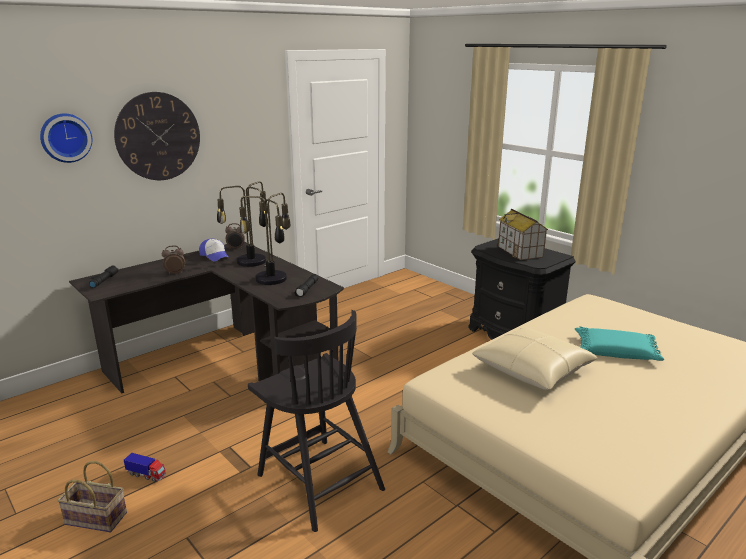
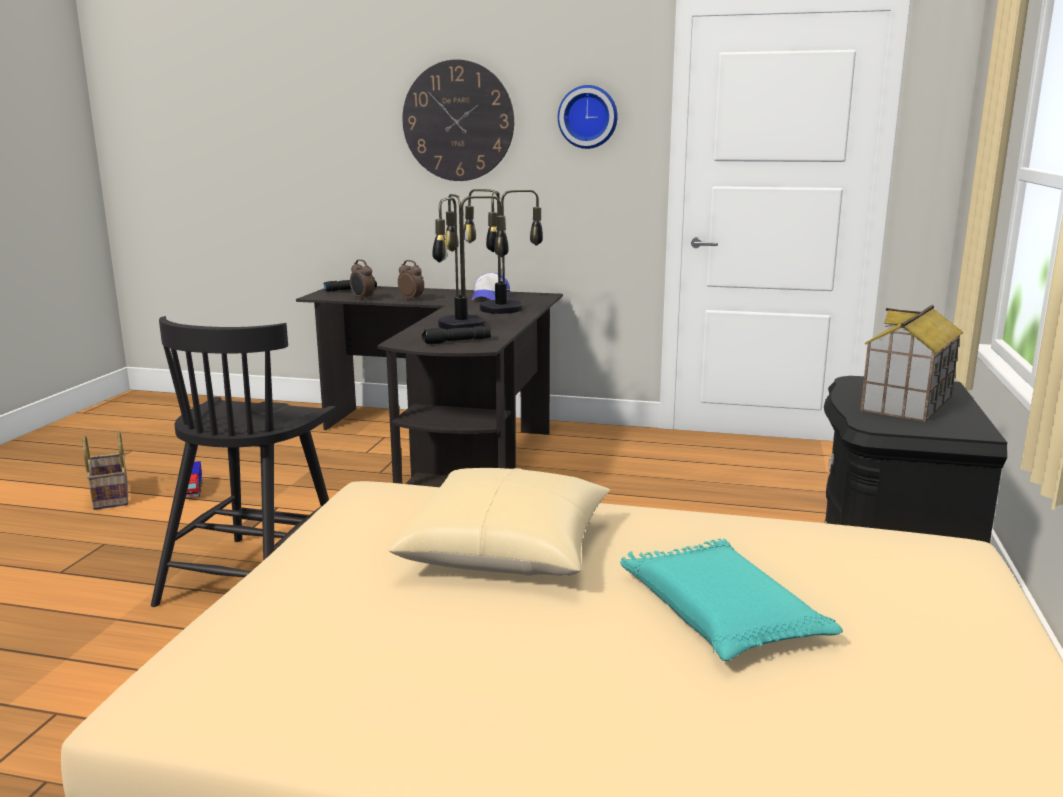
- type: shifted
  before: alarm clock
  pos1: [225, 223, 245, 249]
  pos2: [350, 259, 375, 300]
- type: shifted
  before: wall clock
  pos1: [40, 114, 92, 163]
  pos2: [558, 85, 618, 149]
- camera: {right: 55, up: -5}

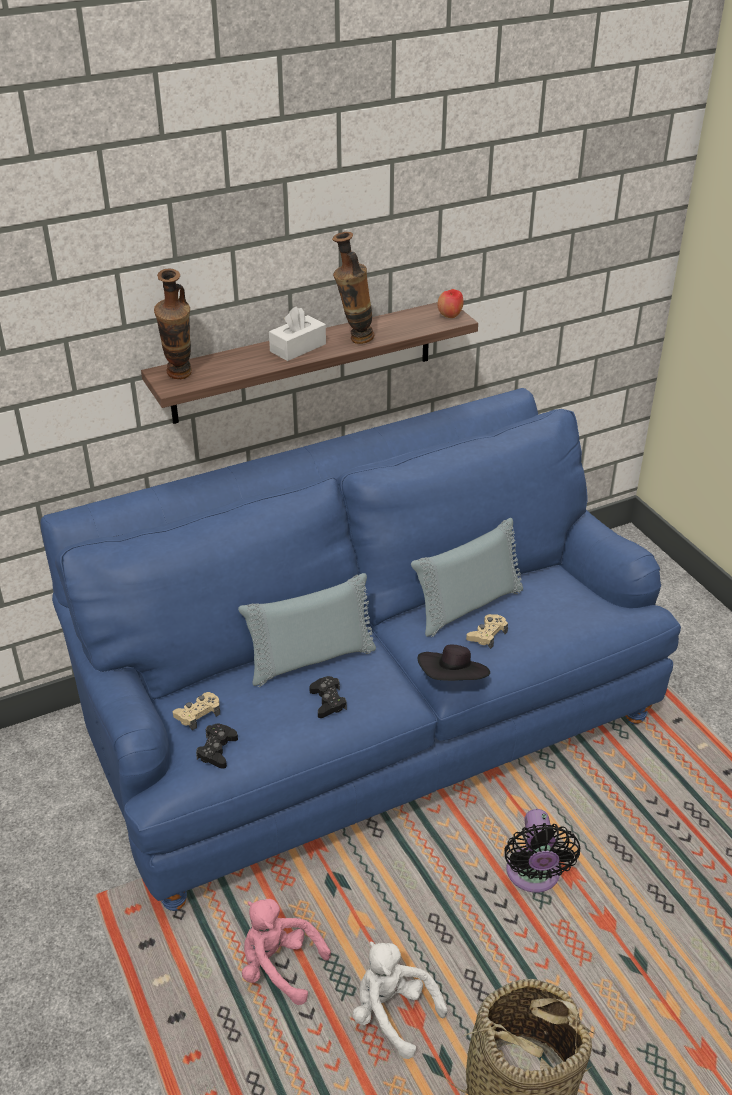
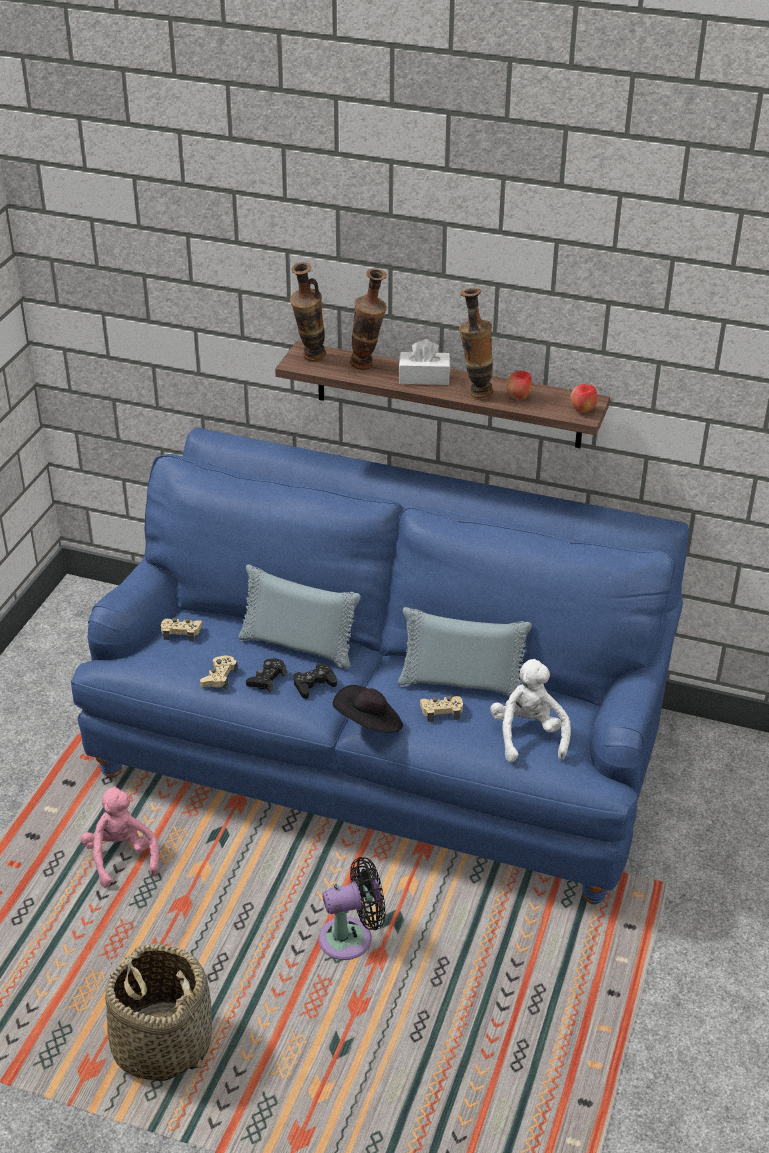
- type: new
  after: game controller/beige
  pos2: [200, 655, 238, 689]
- type: shifted
  before: game controller/black
  pos1: [196, 724, 238, 769]
  pos2: [294, 663, 337, 699]
- type: rotated
  before: fan/black
  pos1: [504, 809, 580, 893]
  pos2: [319, 857, 386, 960]
  turn: -150
- type: new
  after: vase
  pos2: [350, 269, 387, 370]
- type: shifted
  before: plush toy/white
  pos1: [353, 941, 448, 1059]
  pos2: [490, 659, 571, 762]
- type: new
  after: apple
  pos2: [506, 370, 532, 400]
- camera: {right: 45, up: 0}

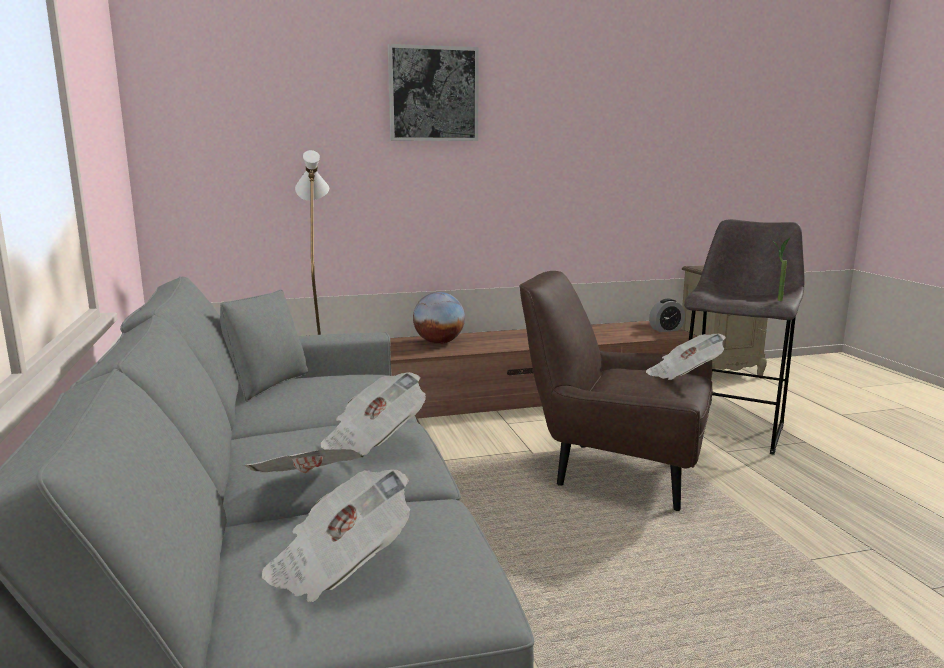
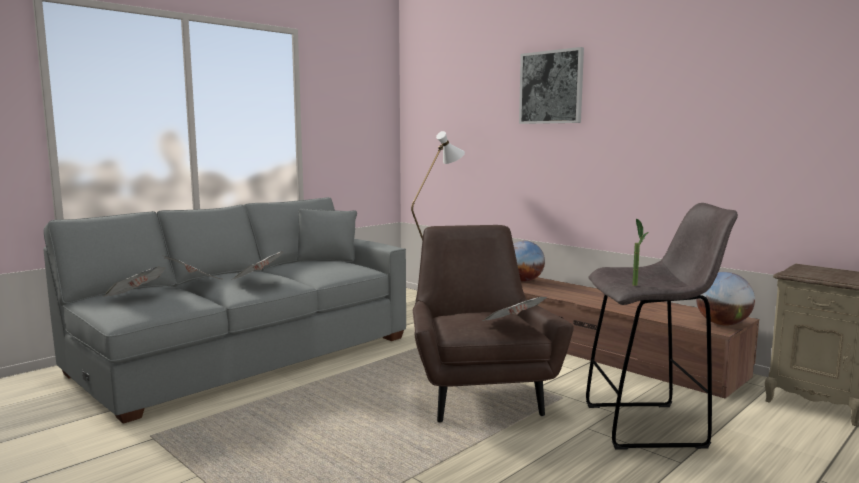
- type: swapped
  before: alarm clock
  after: globe
  pos1: [649, 299, 685, 332]
  pos2: [696, 272, 755, 326]
- camera: {right: 60, up: -5}

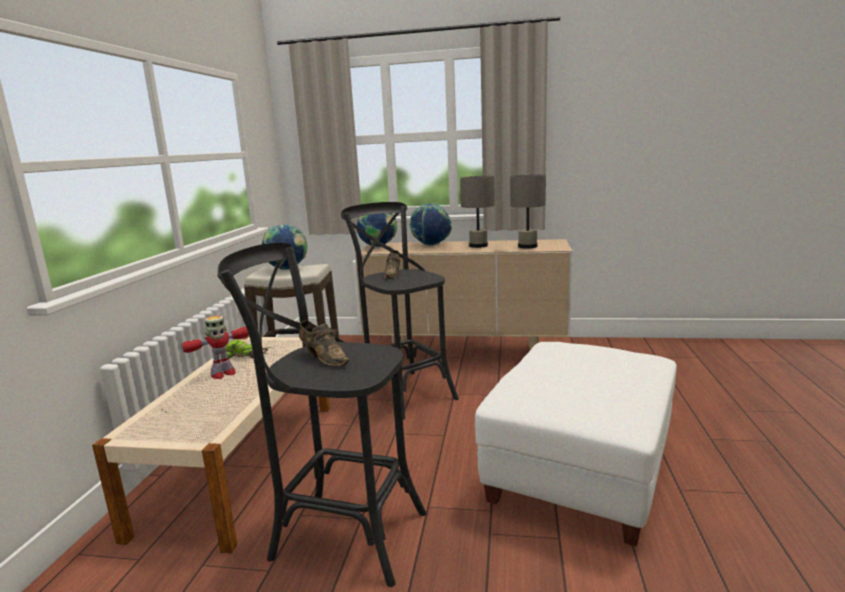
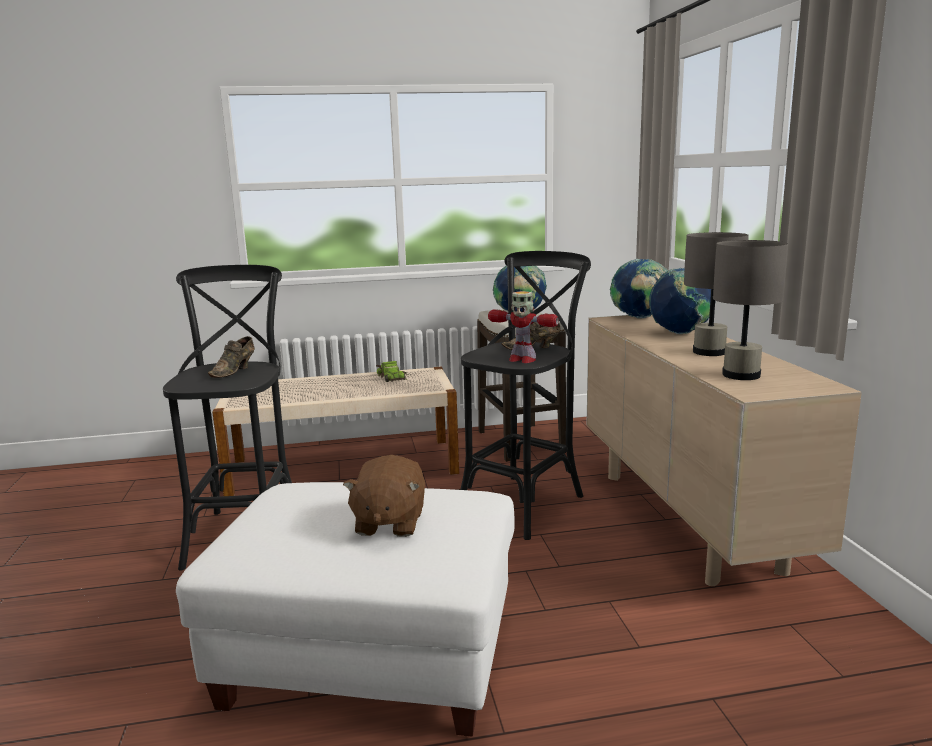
- type: new
  after: plush toy/brown
  pos2: [343, 455, 425, 537]
- type: shifted
  before: toy robot
  pos1: [181, 315, 249, 379]
  pos2: [488, 291, 559, 363]
- camera: {right: 70, up: 0}

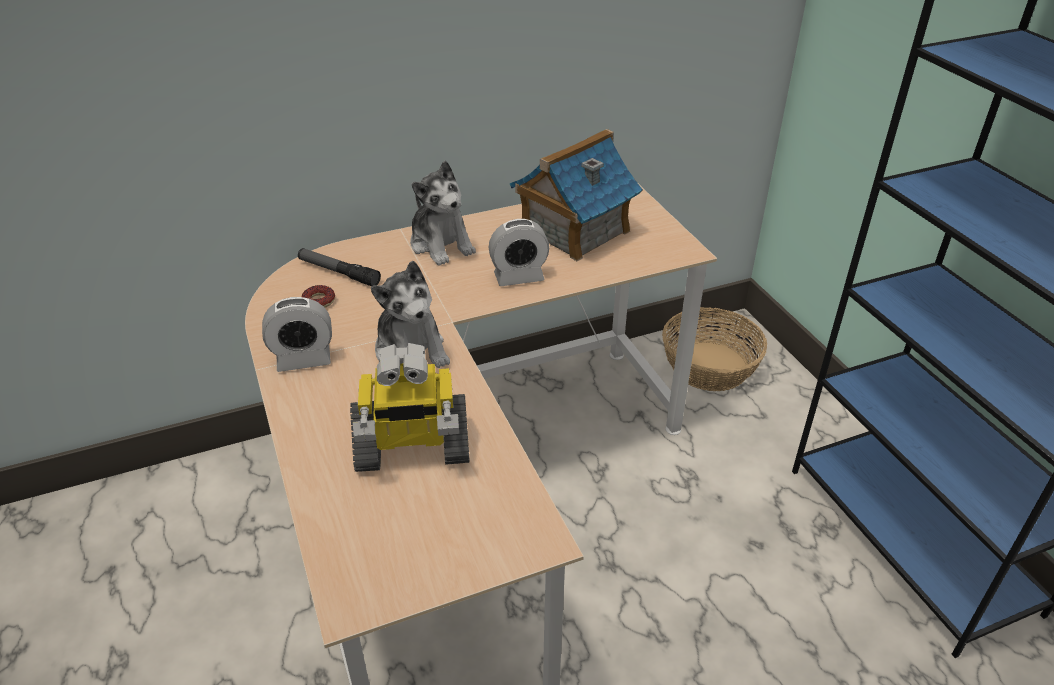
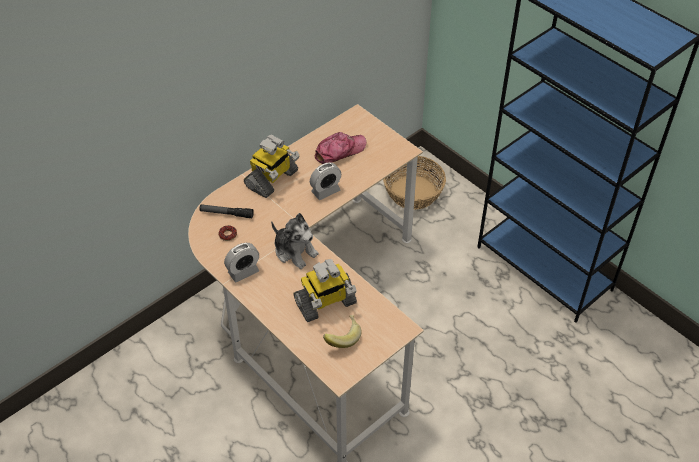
- type: swapped
  before: plush toy
  after: toy robot
  pos1: [410, 161, 476, 266]
  pos2: [244, 134, 300, 198]
- type: swapped
  before: toy house
  after: cap
  pos1: [510, 129, 643, 261]
  pos2: [314, 132, 366, 164]
- type: new
  after: banana
  pos2: [323, 315, 362, 348]
- camera: {right: -20, up: 10}

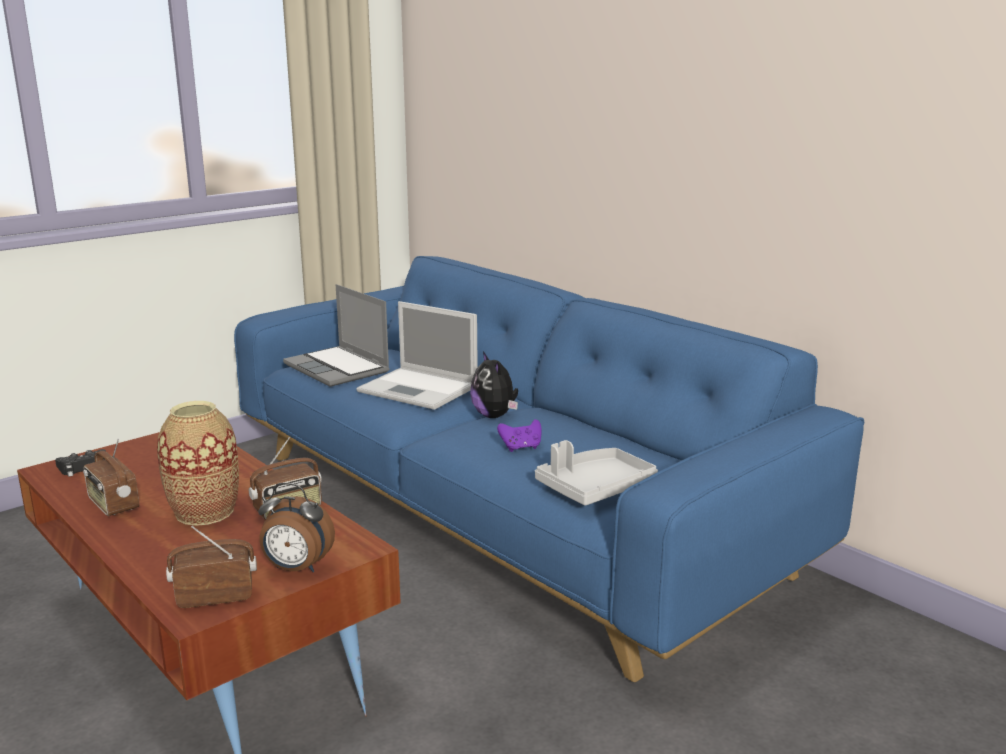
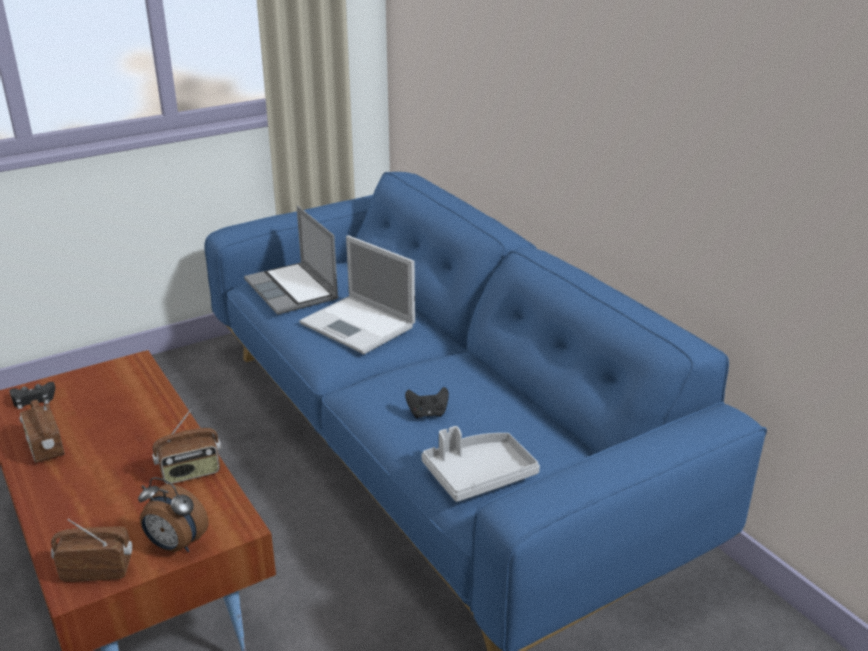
- type: repainted
  before: game controller/purple
  after: game controller/black
  pos1: [497, 419, 542, 452]
  pos2: [405, 387, 449, 418]
- type: gone
  before: vase
  pos1: [157, 401, 239, 526]
- type: gone
  before: plush toy
  pos1: [470, 351, 518, 418]
- camera: {right: 10, up: 10}

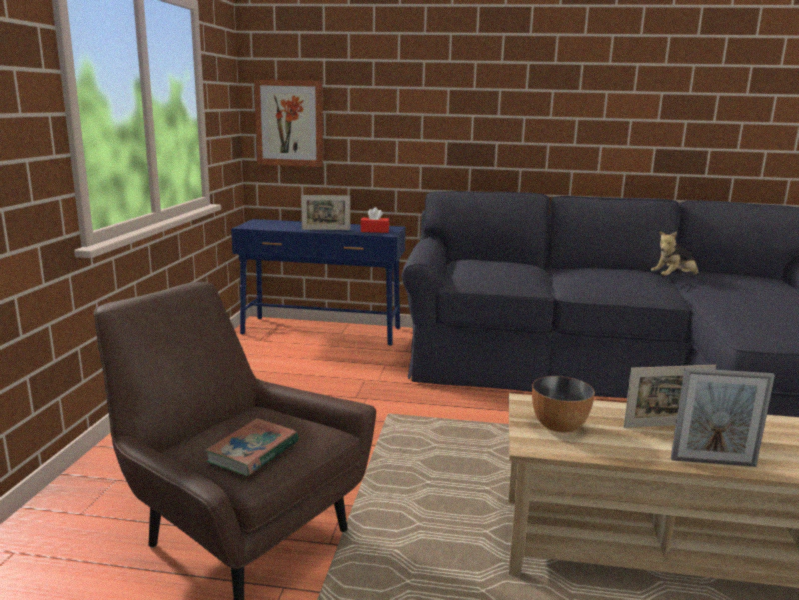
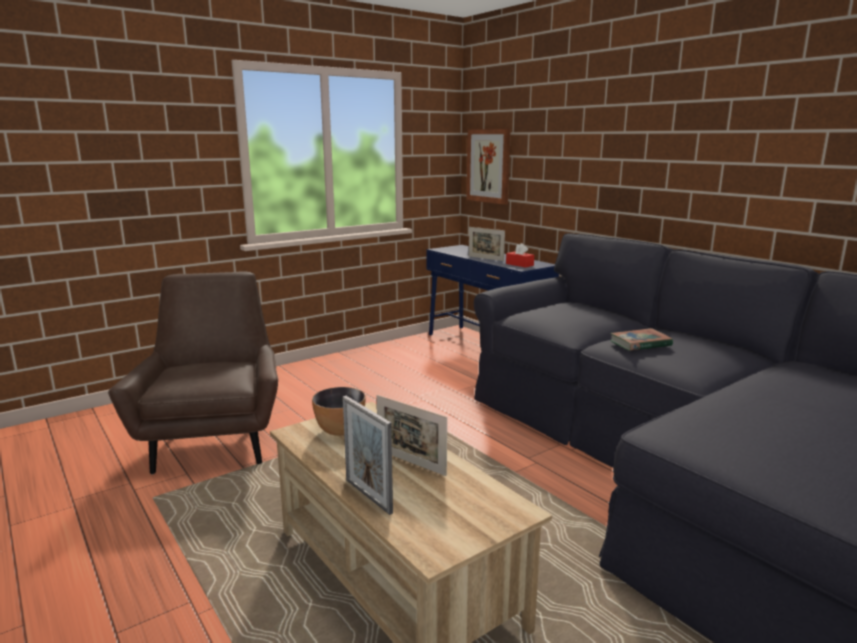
- type: shifted
  before: book
  pos1: [205, 418, 299, 476]
  pos2: [610, 328, 673, 351]
- type: gone
  before: plush toy
  pos1: [651, 231, 699, 276]
- camera: {right: 45, up: 0}

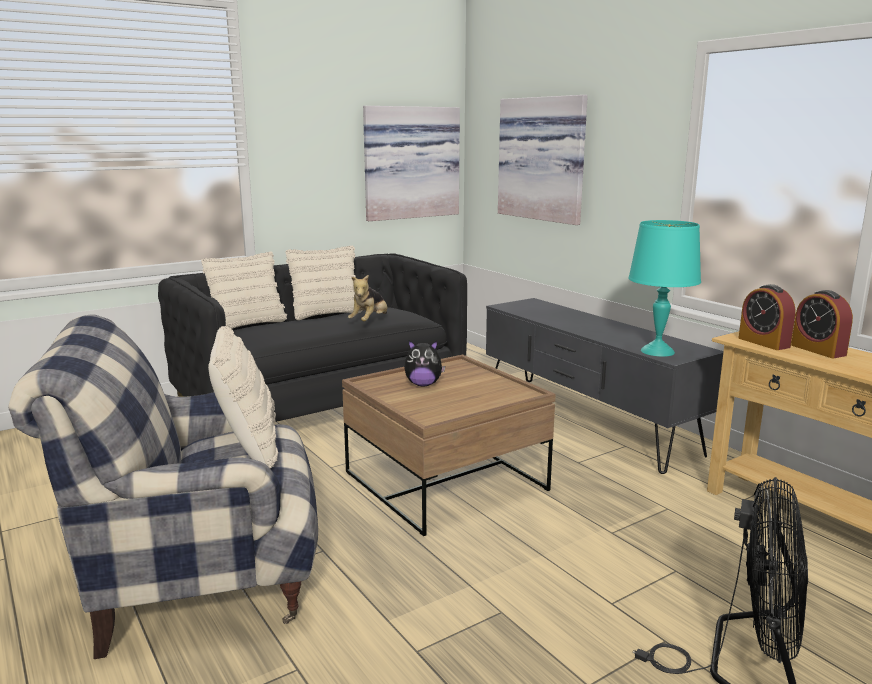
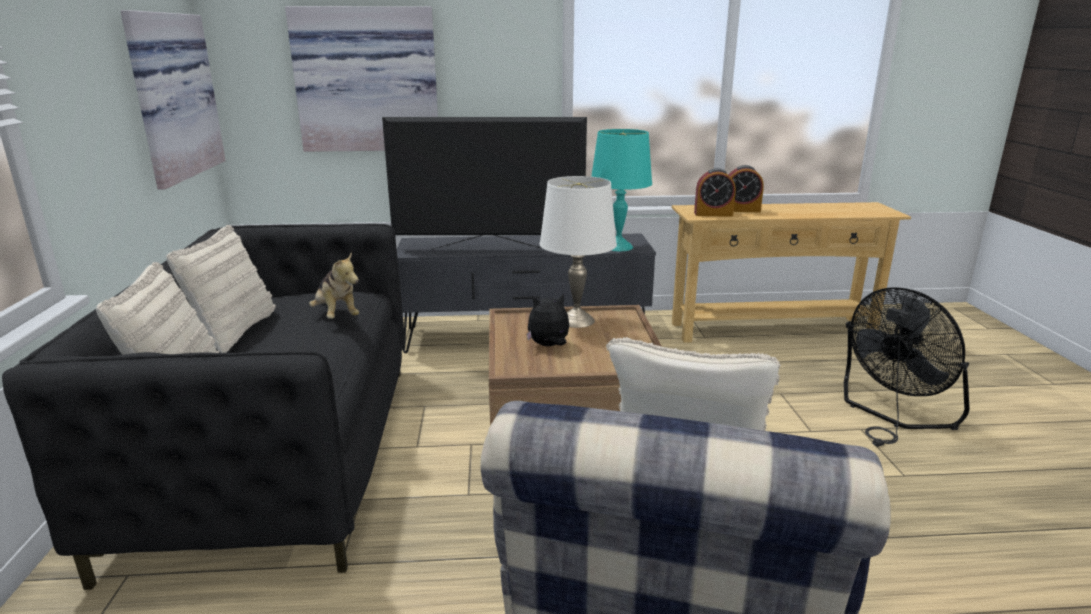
- type: new
  after: television
  pos2: [382, 117, 587, 250]
- type: rotated
  before: plush toy
  pos1: [404, 341, 445, 386]
  pos2: [527, 293, 569, 346]
  turn: -135
- type: new
  after: table lamp/white
  pos2: [540, 176, 617, 328]
- camera: {right: -60, up: 5}

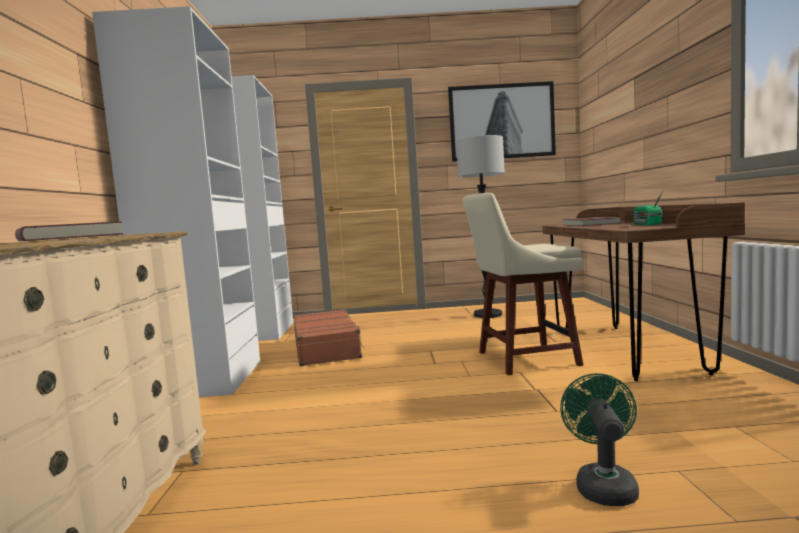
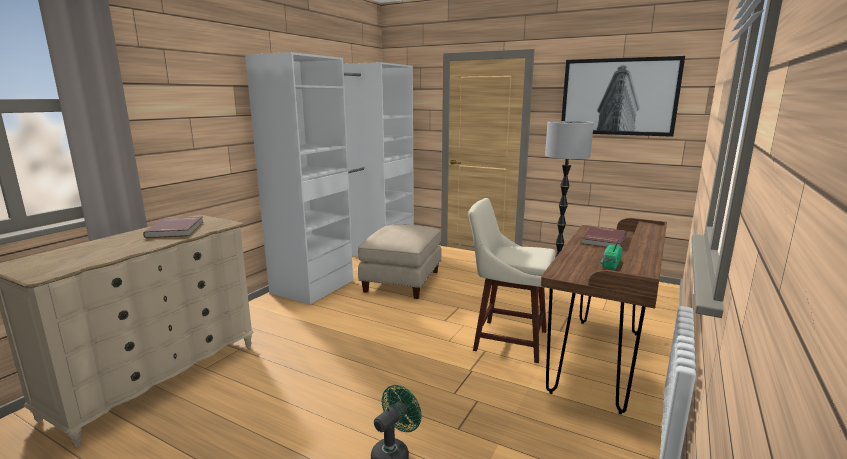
- type: swapped
  before: suitcase/brown
  after: ottoman/beige
  pos1: [293, 309, 362, 366]
  pos2: [358, 224, 442, 299]
- camera: {right: 30, up: 10}

